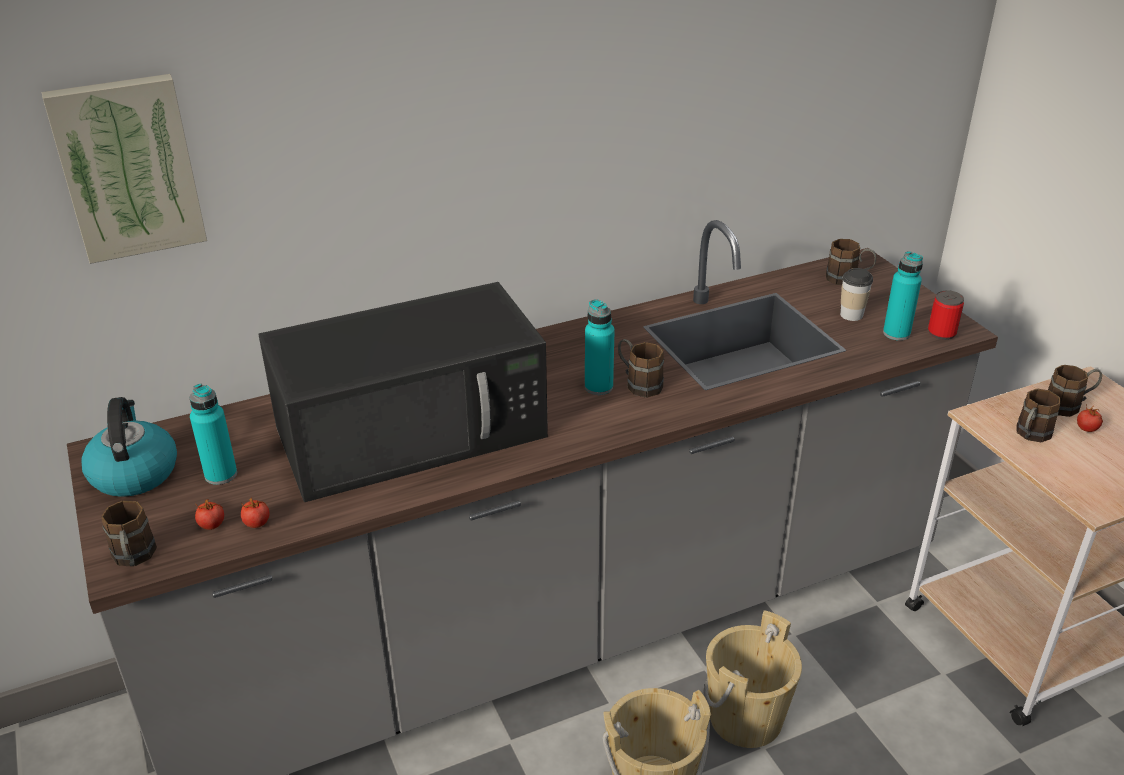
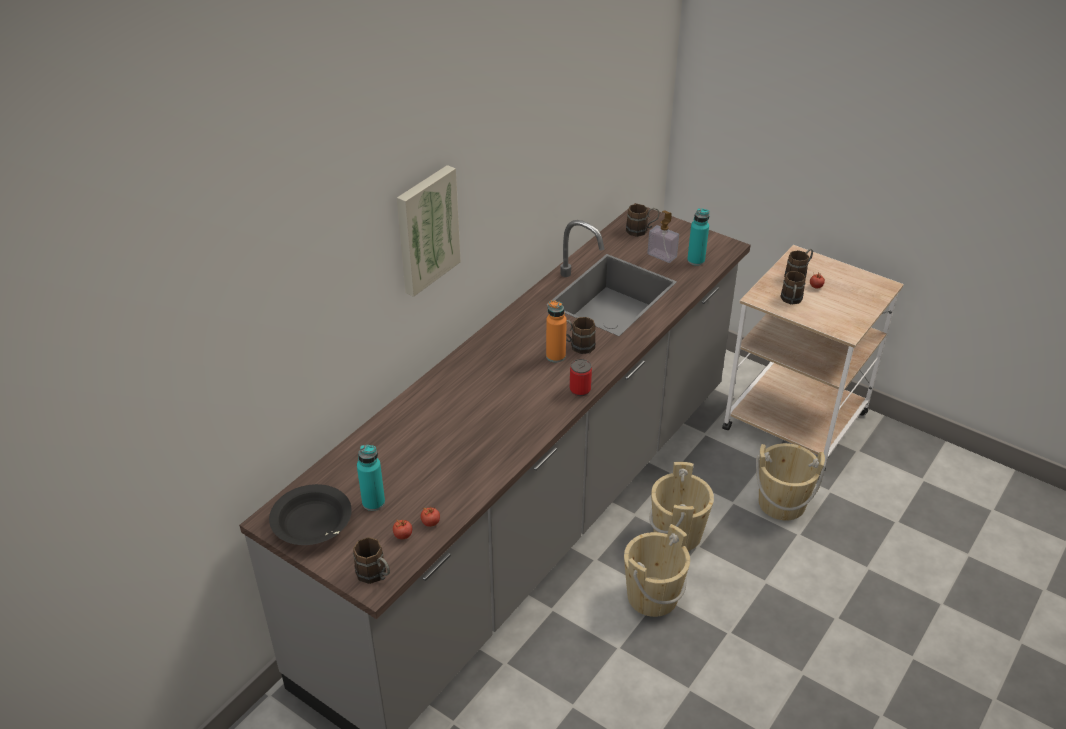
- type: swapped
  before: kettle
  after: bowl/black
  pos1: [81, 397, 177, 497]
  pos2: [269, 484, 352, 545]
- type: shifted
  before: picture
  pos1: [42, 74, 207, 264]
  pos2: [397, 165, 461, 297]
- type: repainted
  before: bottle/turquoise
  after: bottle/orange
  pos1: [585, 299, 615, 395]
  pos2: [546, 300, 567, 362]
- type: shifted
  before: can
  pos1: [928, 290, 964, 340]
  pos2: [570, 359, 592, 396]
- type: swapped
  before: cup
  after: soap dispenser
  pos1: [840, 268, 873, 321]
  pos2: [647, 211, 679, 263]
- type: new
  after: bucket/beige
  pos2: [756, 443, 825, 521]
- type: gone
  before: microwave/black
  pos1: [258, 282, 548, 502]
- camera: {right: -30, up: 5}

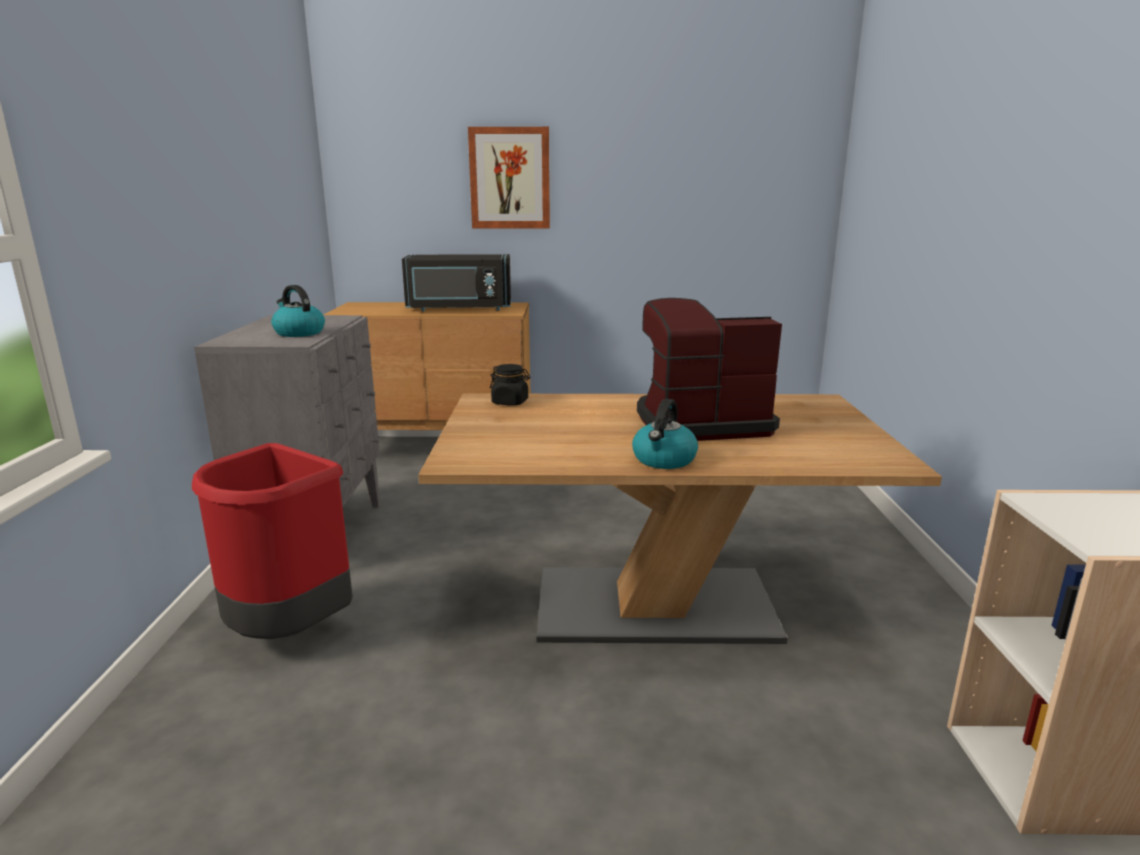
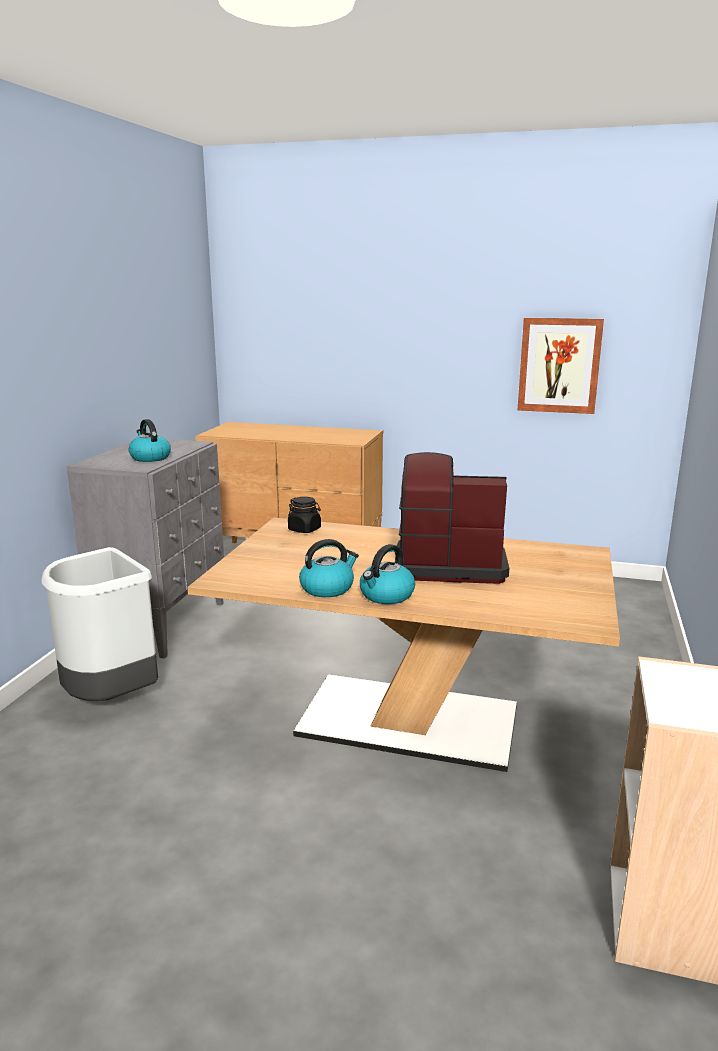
- type: repainted
  before: trash can/red
  after: trash can/grey
  pos1: [192, 443, 353, 639]
  pos2: [41, 547, 158, 701]
- type: new
  after: kettle
  pos2: [299, 539, 359, 597]
- type: shifted
  before: picture
  pos1: [468, 127, 550, 229]
  pos2: [518, 318, 604, 414]
- type: gone
  before: microwave/black
  pos1: [402, 254, 511, 311]
- camera: {right: 15, up: 0}

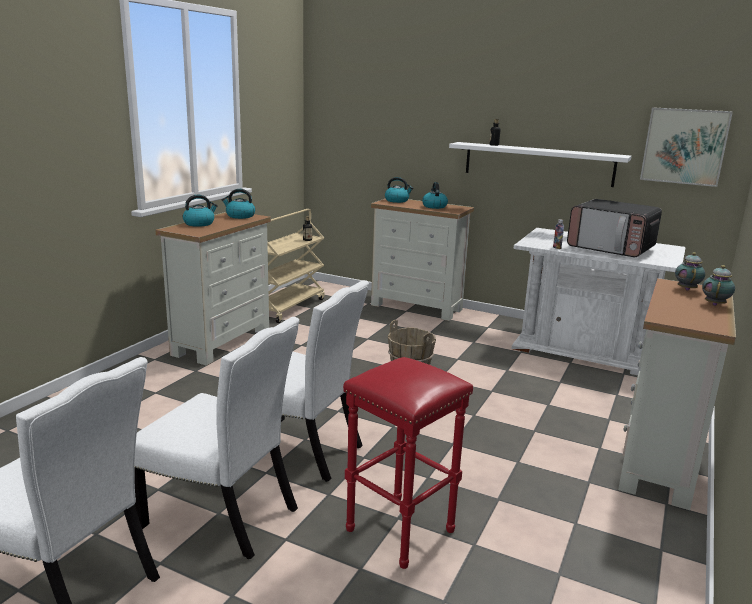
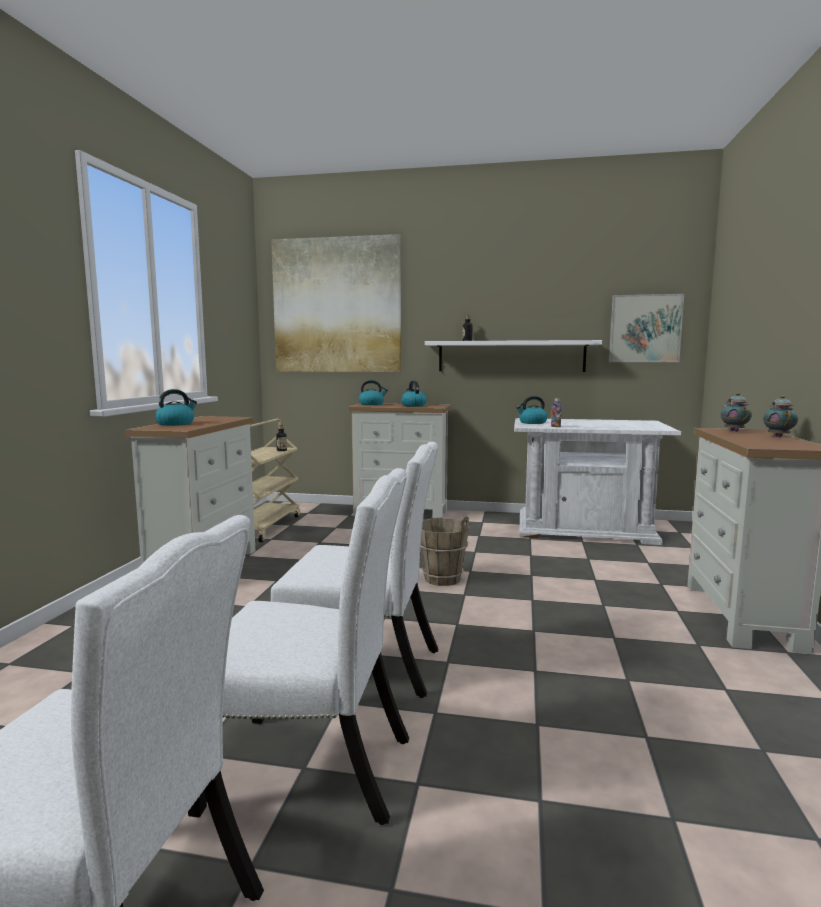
- type: new
  after: picture
  pos2: [271, 234, 401, 372]
- type: shifted
  before: kettle
  pos1: [221, 189, 255, 219]
  pos2: [516, 396, 548, 424]
- type: gone
  before: stool/red
  pos1: [343, 357, 473, 569]
- type: gone
  before: microwave
  pos1: [567, 199, 662, 257]
- camera: {right: -15, up: -10}

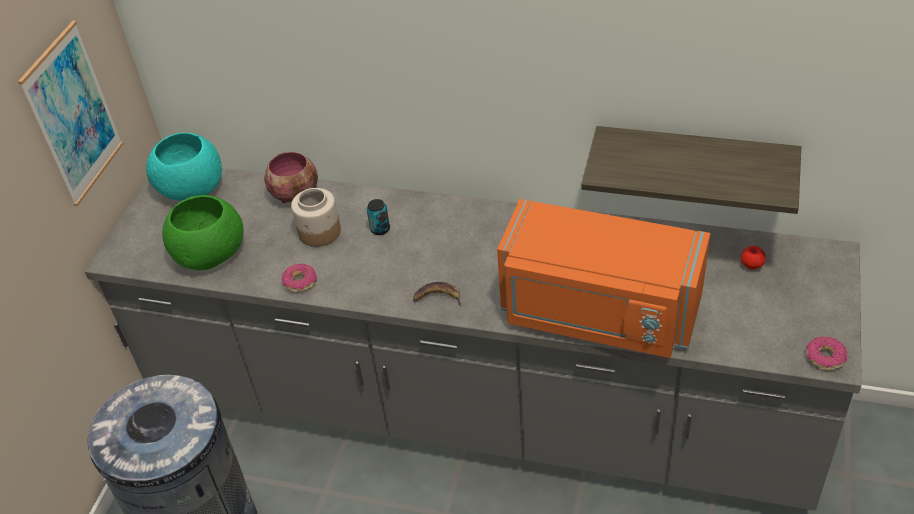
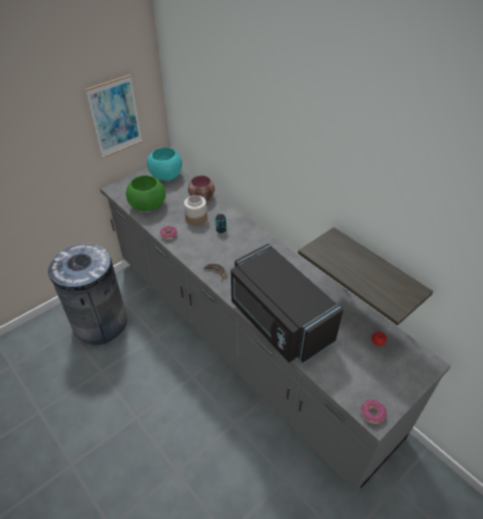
- type: repainted
  before: microwave/orange
  after: microwave/black
  pos1: [497, 199, 710, 358]
  pos2: [231, 243, 343, 364]
- camera: {right: 30, up: 0}

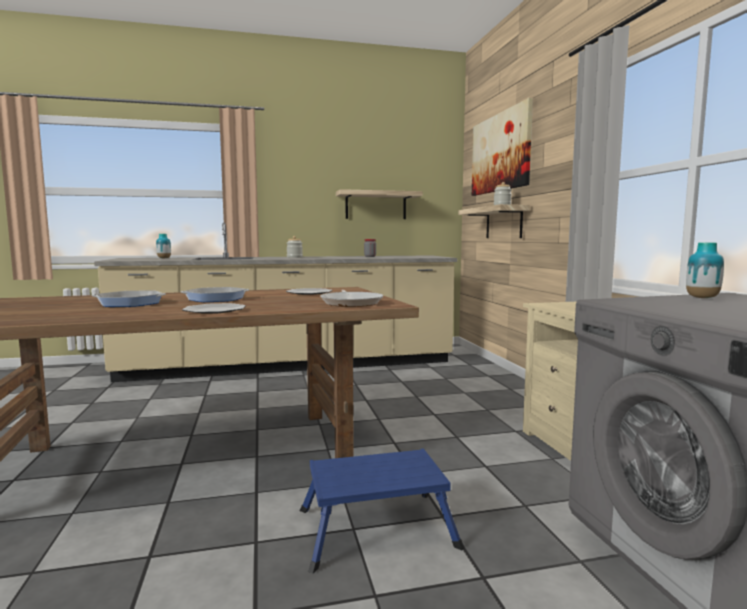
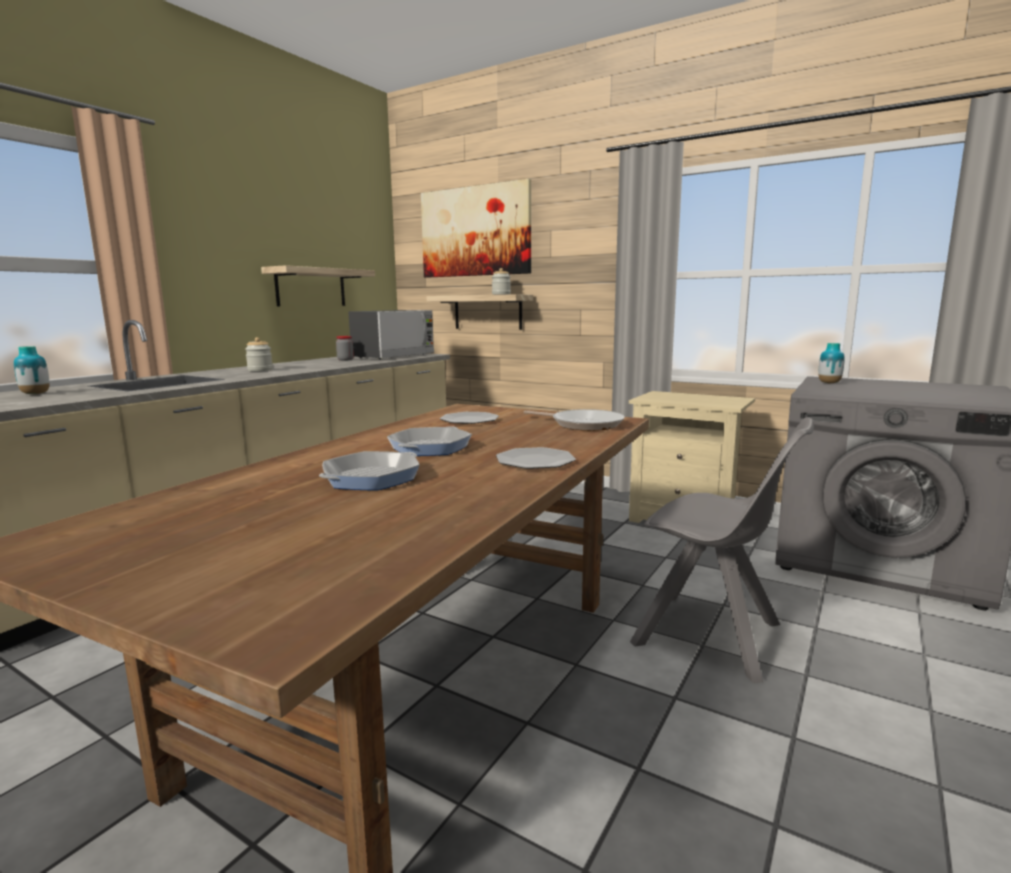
- type: new
  after: microwave
  pos2: [348, 310, 434, 359]
- type: swapped
  before: step ladder/blue
  after: chair/grey
  pos1: [299, 448, 465, 573]
  pos2: [630, 417, 814, 683]
- camera: {right: -45, up: 5}

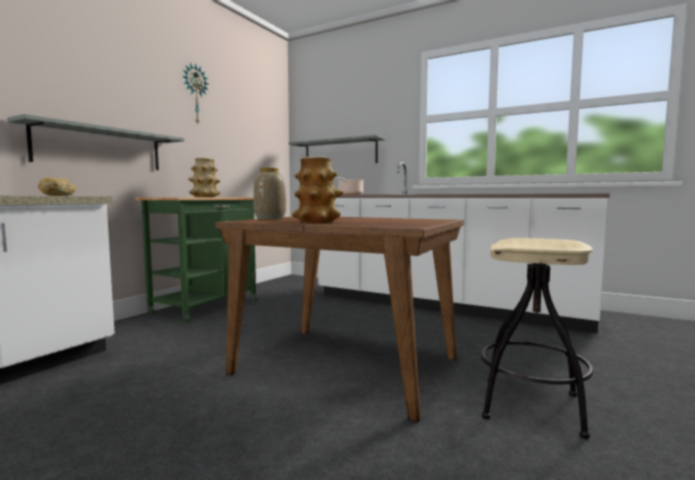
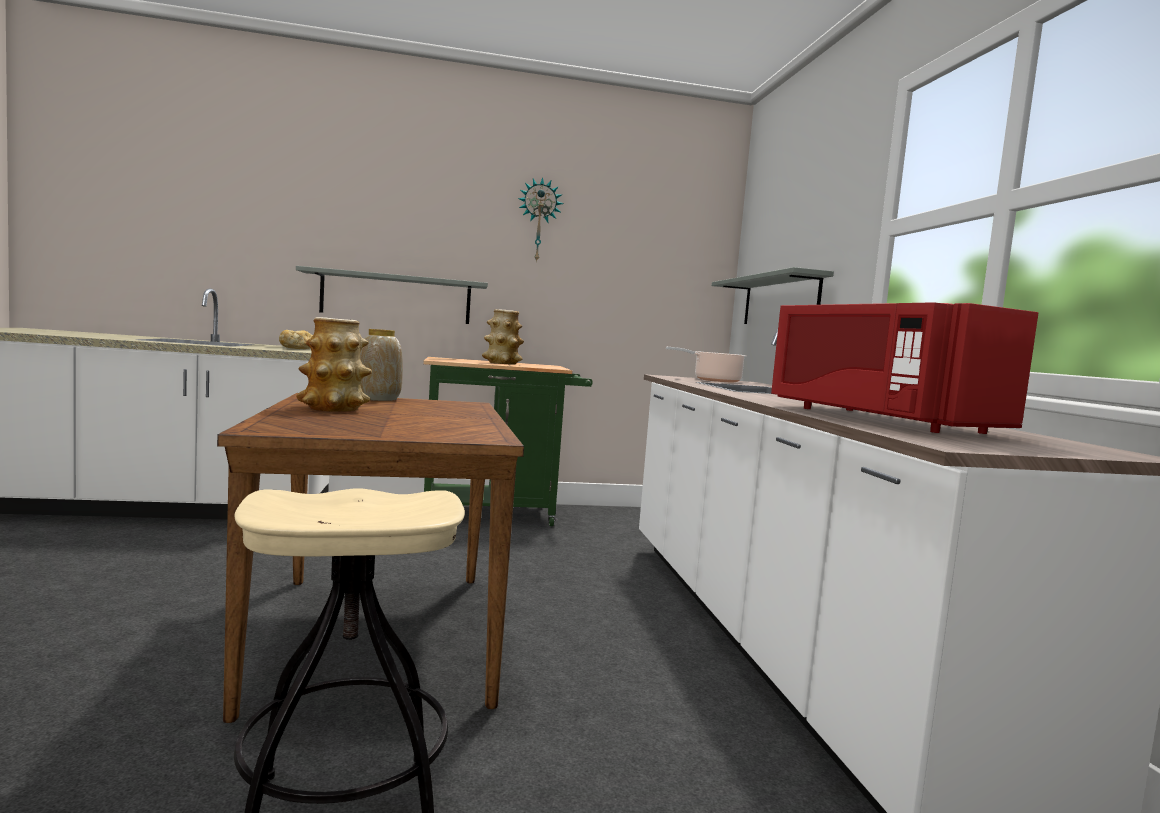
- type: new
  after: microwave/red
  pos2: [771, 302, 1038, 434]
- camera: {right: 50, up: 0}

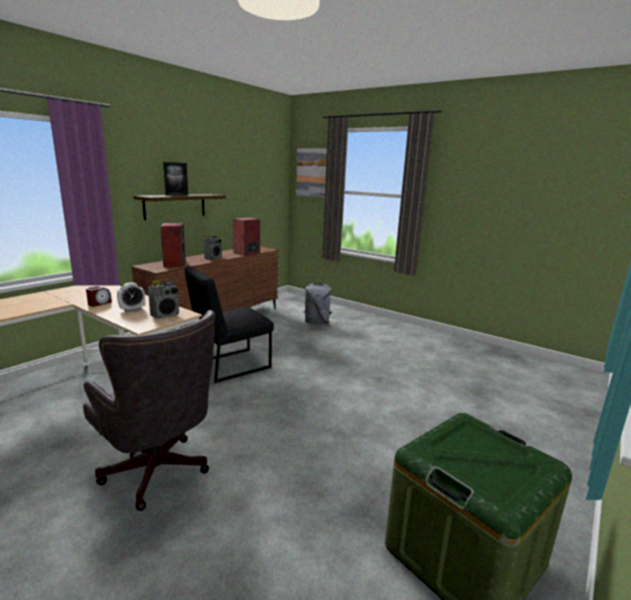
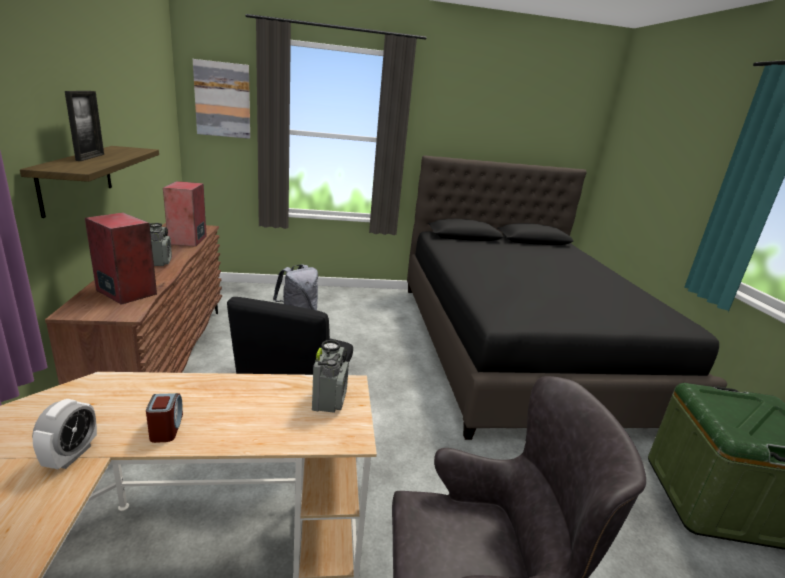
- type: shifted
  before: alarm clock
  pos1: [117, 282, 145, 312]
  pos2: [32, 399, 97, 469]
- type: new
  after: bed/black
  pos2: [407, 155, 727, 440]
- camera: {right: -45, up: 5}

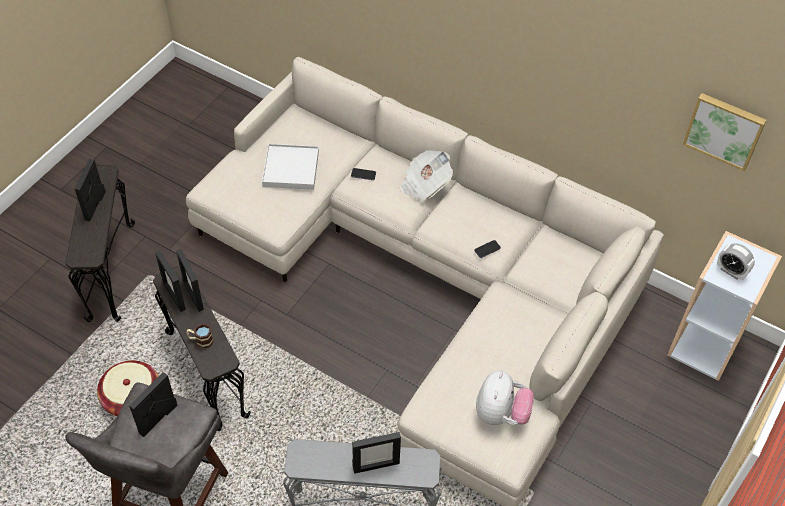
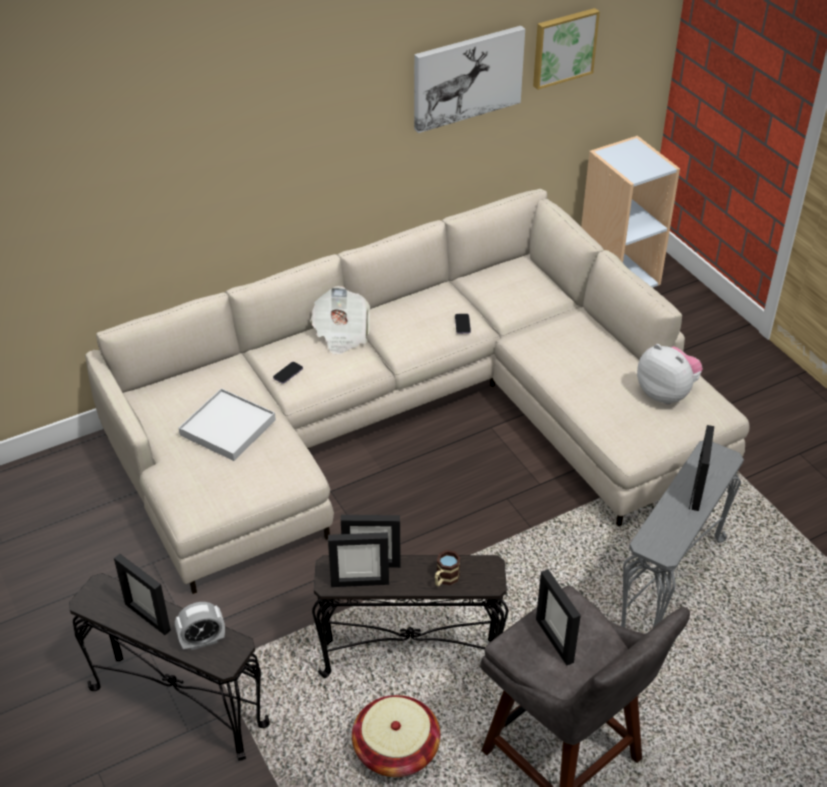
- type: shifted
  before: alarm clock
  pos1: [717, 243, 755, 280]
  pos2: [175, 602, 225, 650]
- type: new
  after: picture
  pos2: [414, 26, 525, 133]
- camera: {right: -60, up: -10}

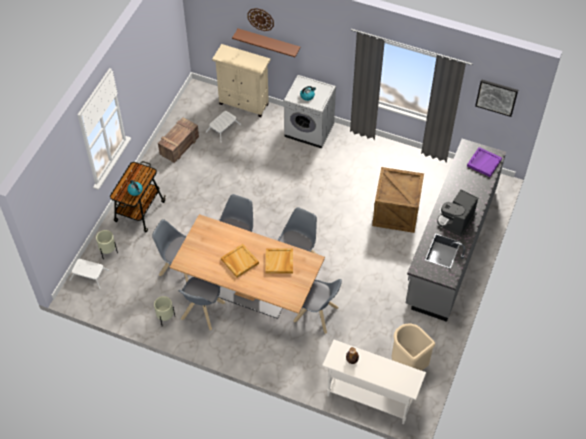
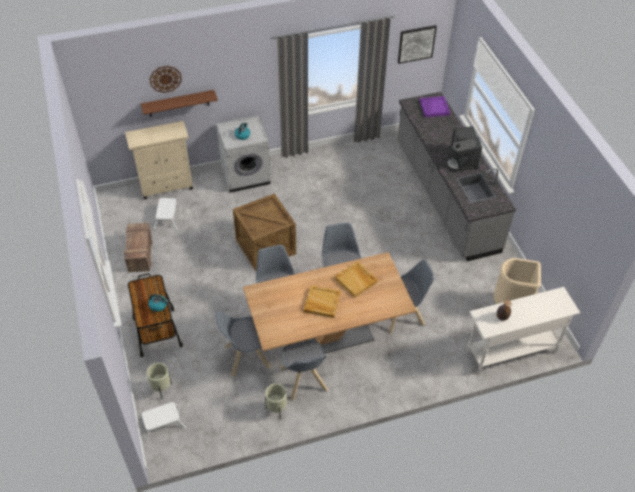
- type: shifted
  before: crate
  pos1: [372, 167, 424, 233]
  pos2: [233, 193, 296, 271]
- camera: {right: -40, up: -5}

